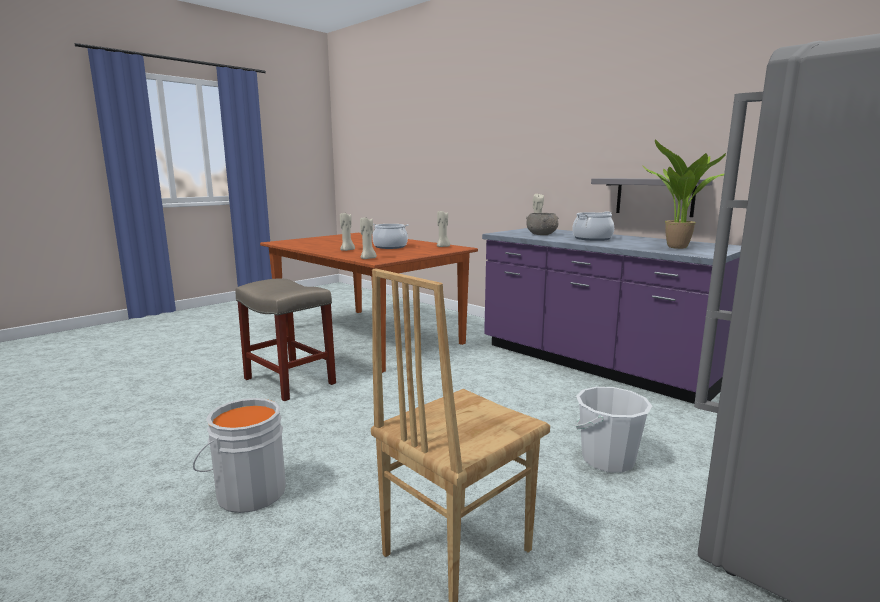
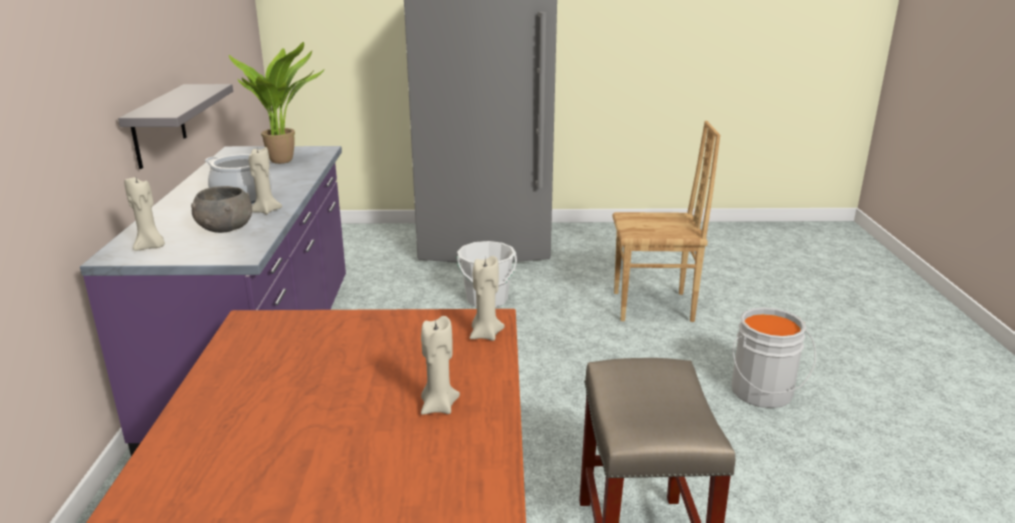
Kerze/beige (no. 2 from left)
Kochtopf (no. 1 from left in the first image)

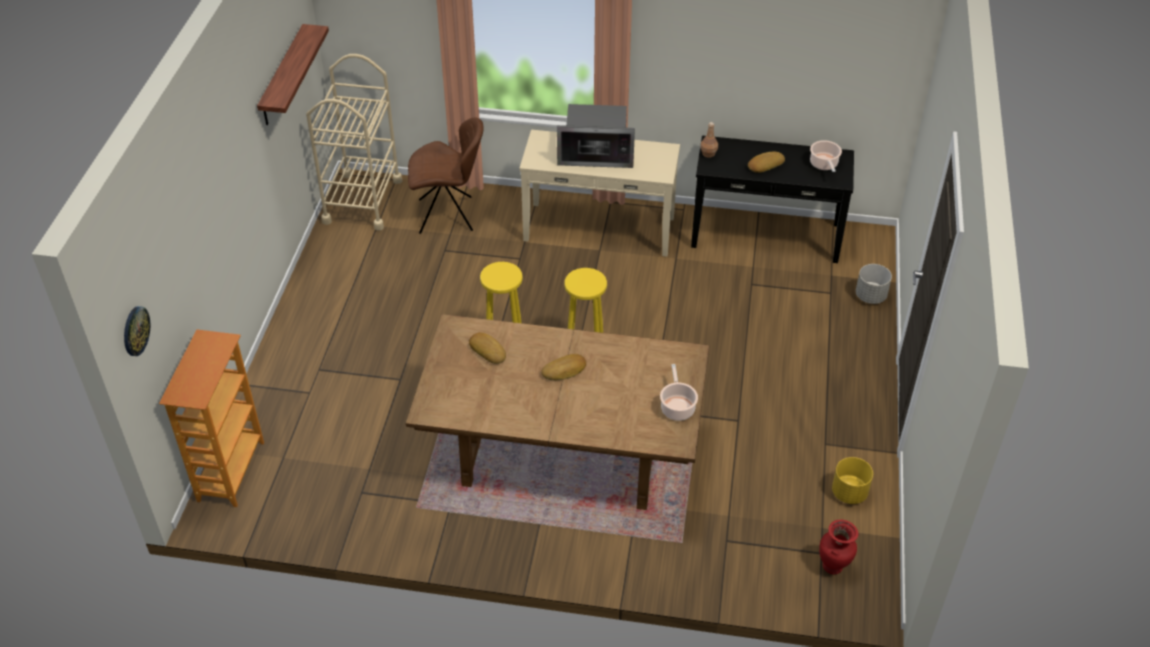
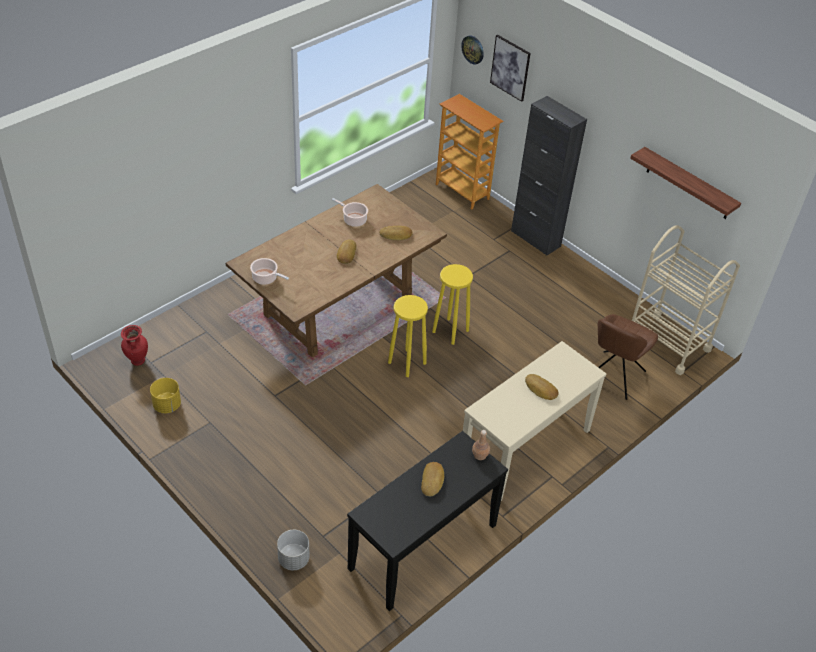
Kochtopf (no. 2 from left)
Bild
Schrank/schwarz
Brot (no. 4 from left)

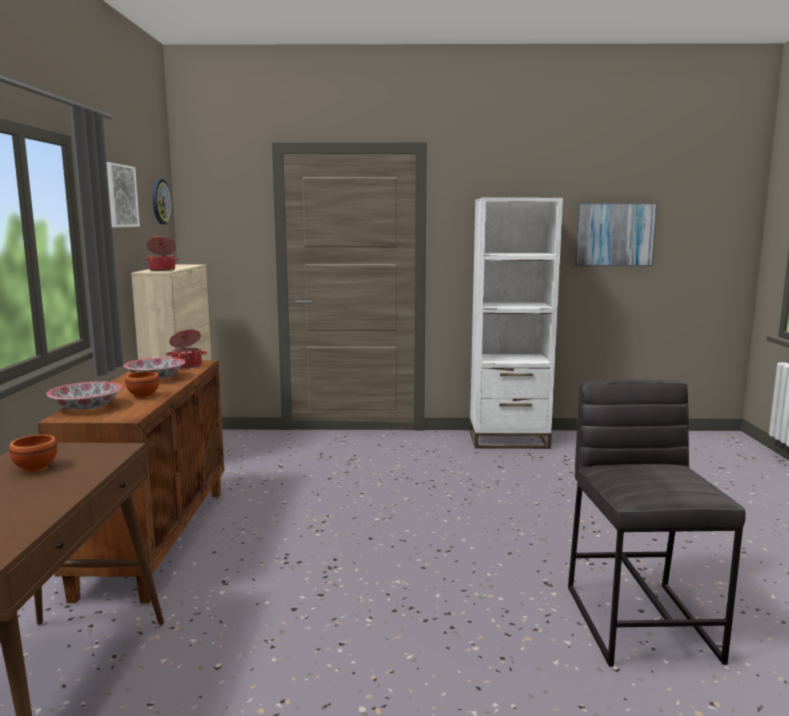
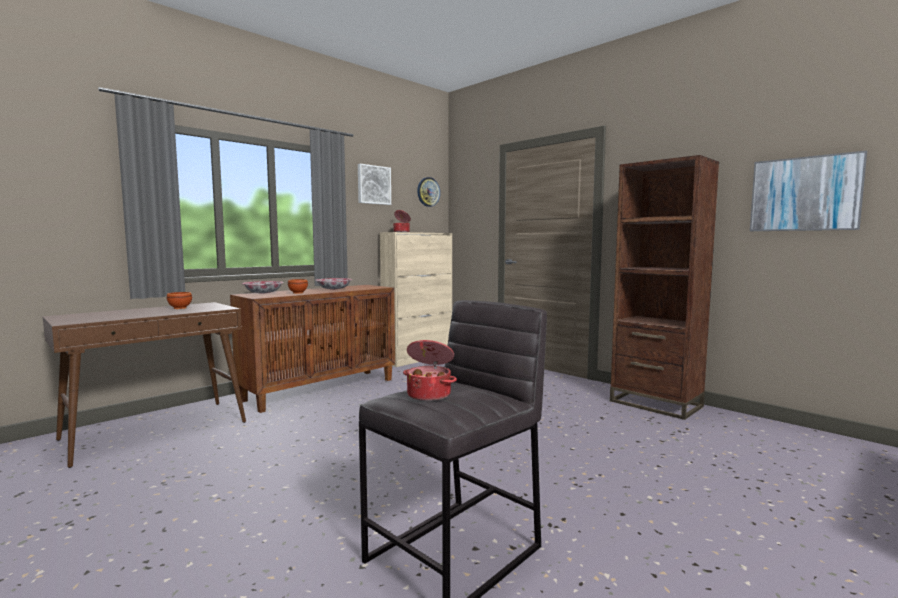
Kochtopf (no. 2 from left)
Bücherregal/braun

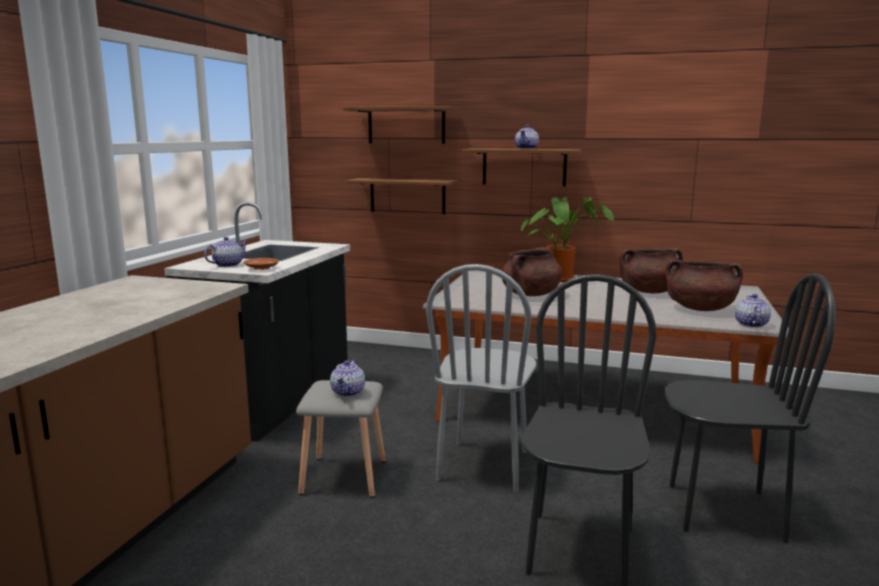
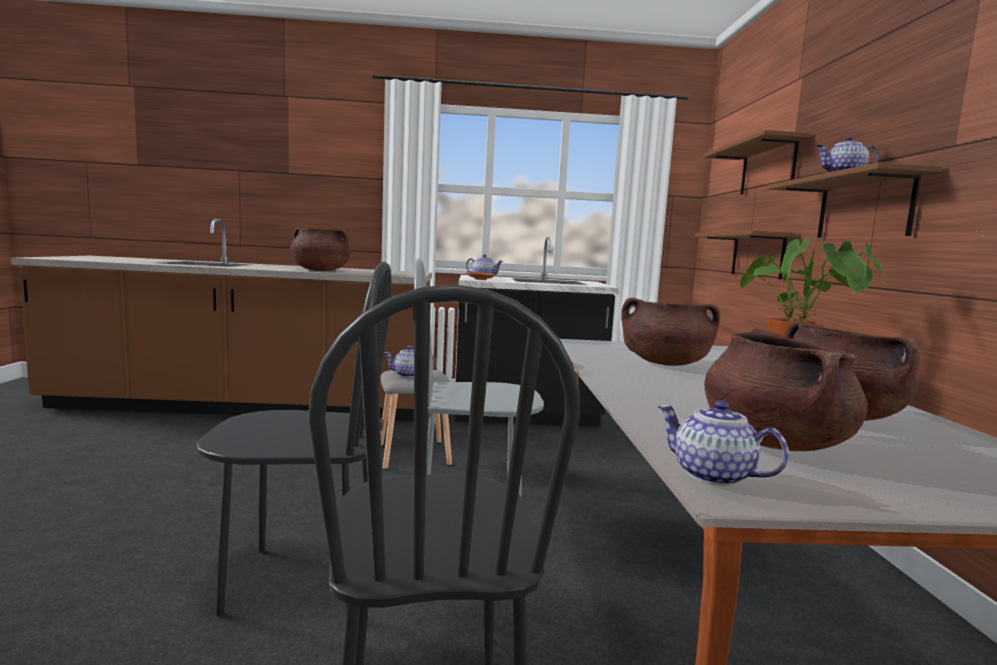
Kochtopf/braun (no. 1 from left)
Teekanne (no. 3 from left)

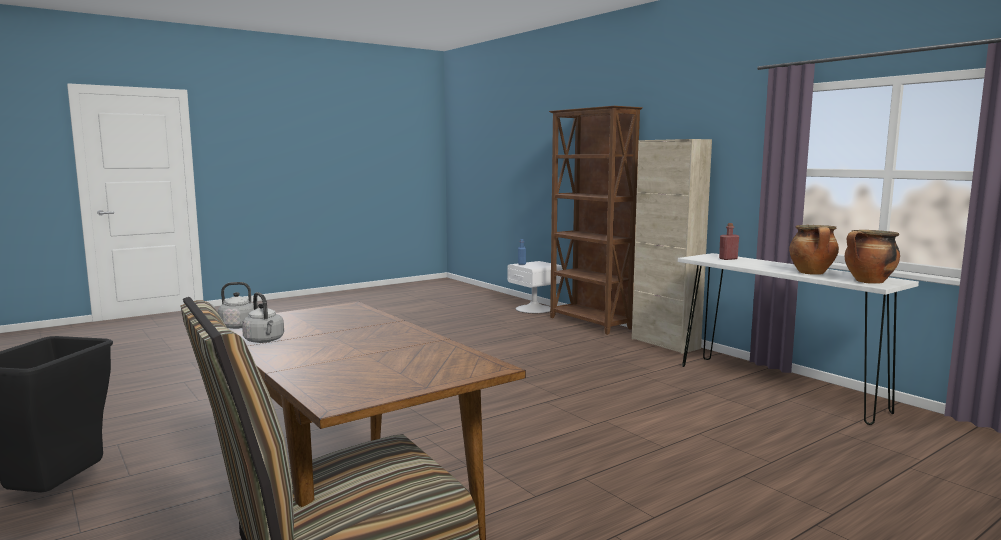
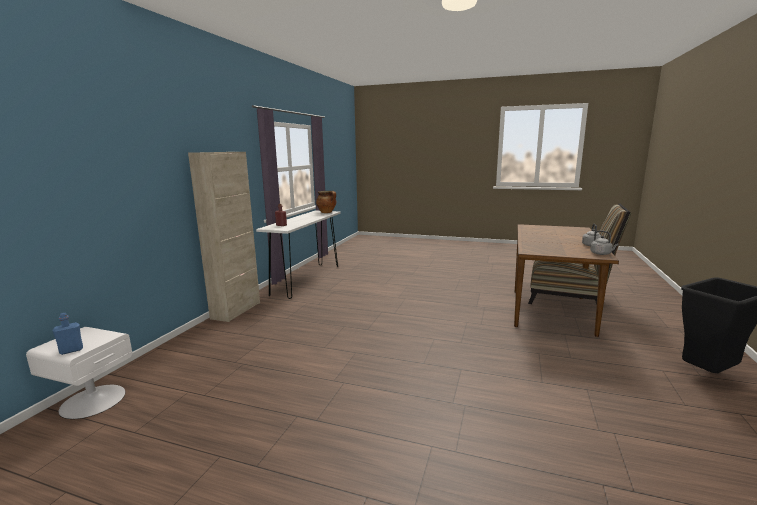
Bücherregal/braun
Kochtopf (no. 1 from left in the first image)

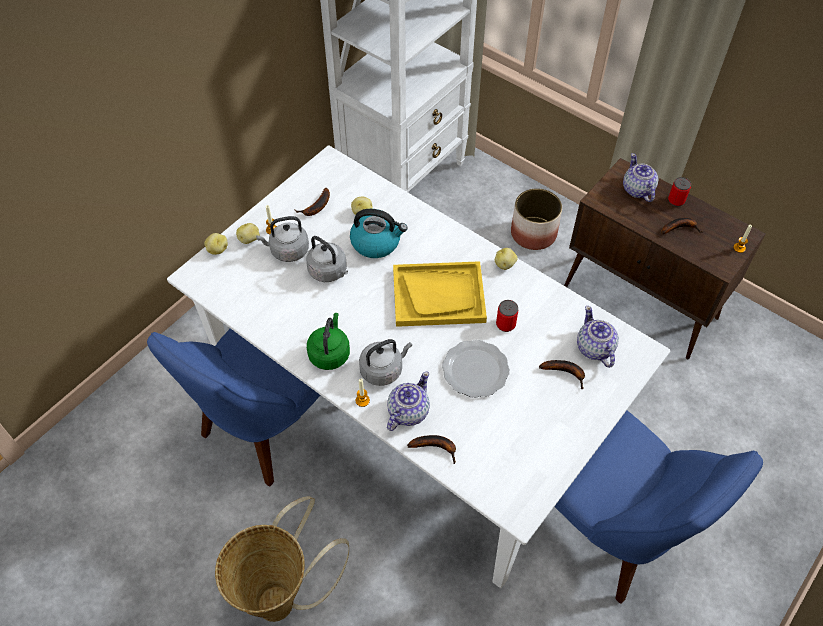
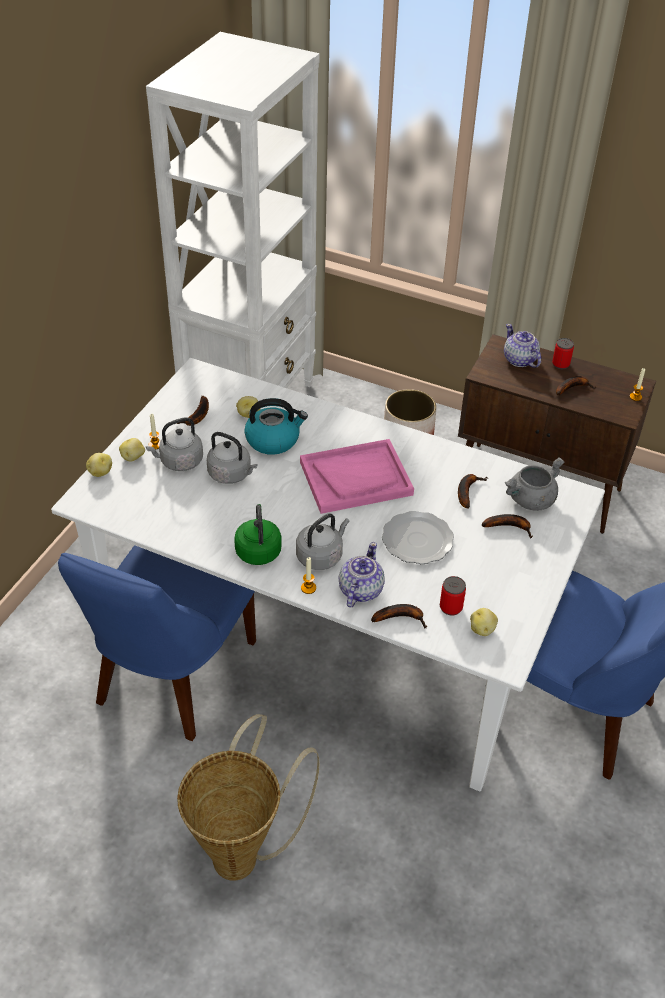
Tablett/rosa
Dose (no. 1 from left)
Banane (no. 3 from left)
Kartoffel (no. 4 from left)
Kochtopf/grau

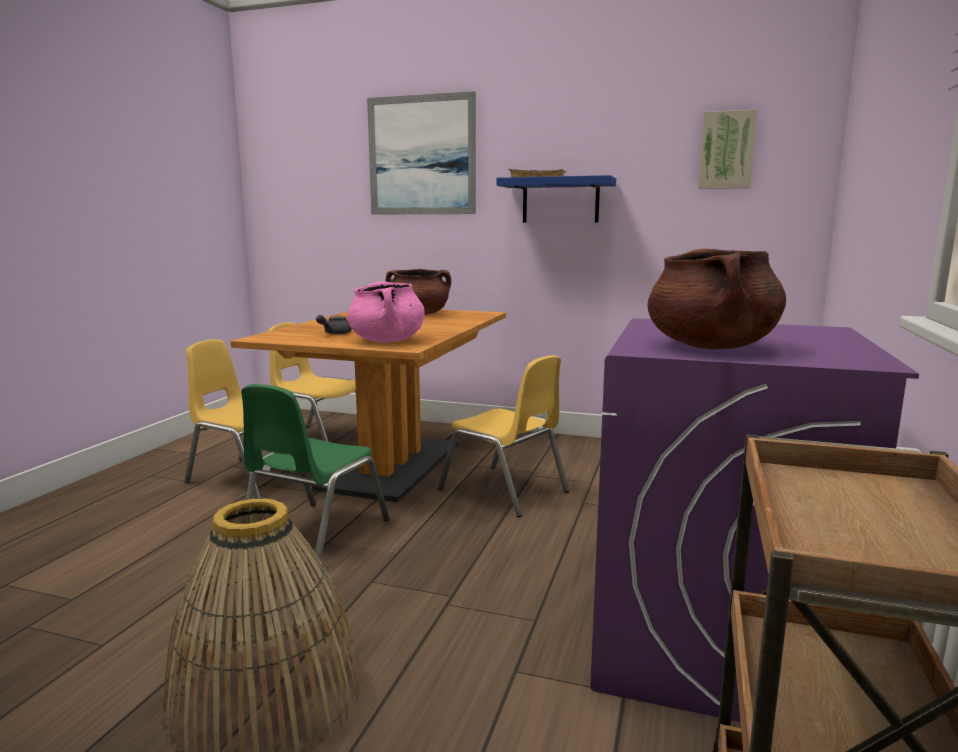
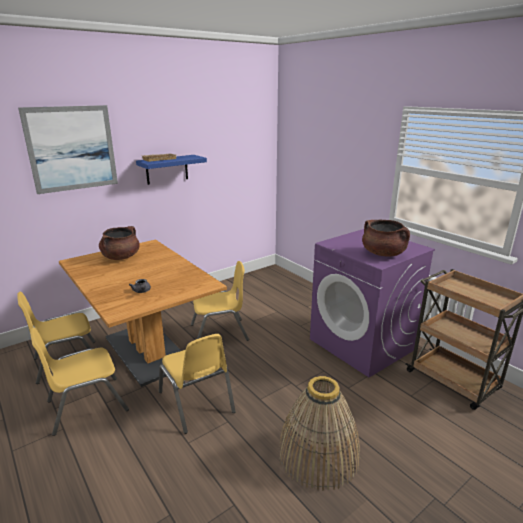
Stuhl/gelb (no. 3 from left)
Kochtopf/rosa
Bild (no. 2 from left in the first image)

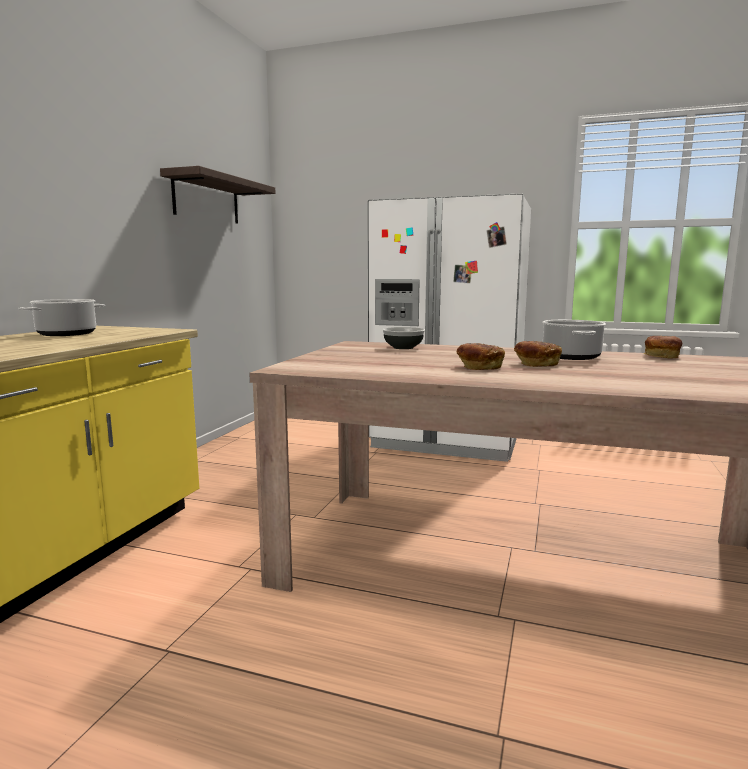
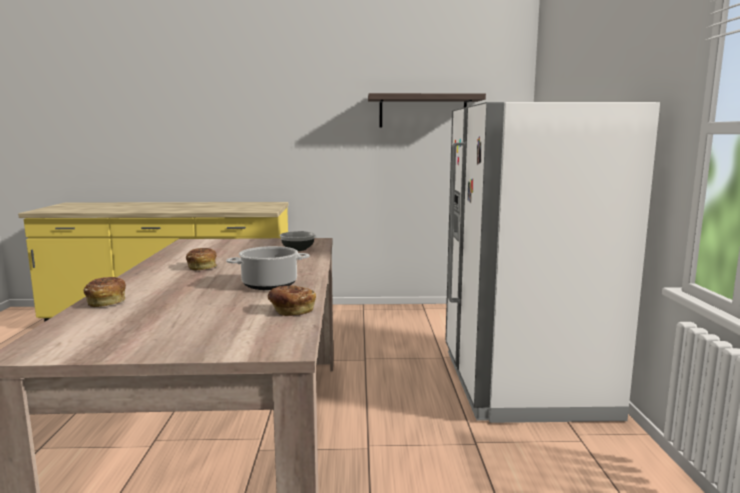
Brot (no. 1 from left)
Kochtopf (no. 1 from left in the first image)

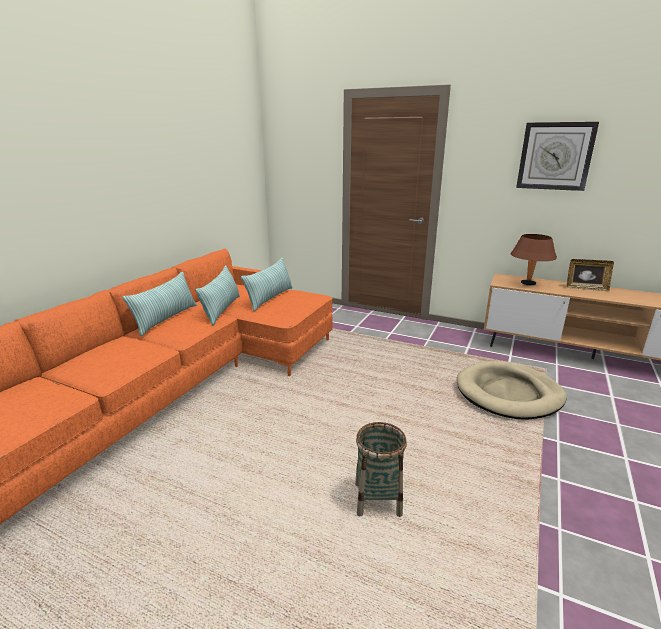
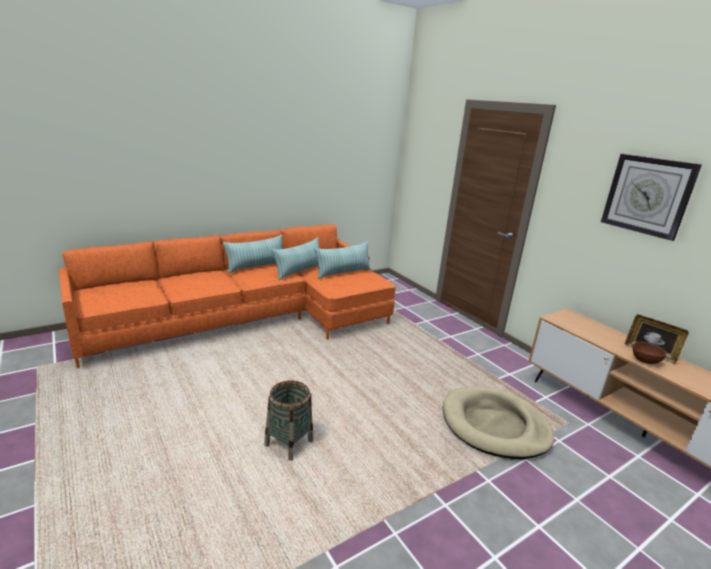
Schüssel/braun
Tischlampe/braun

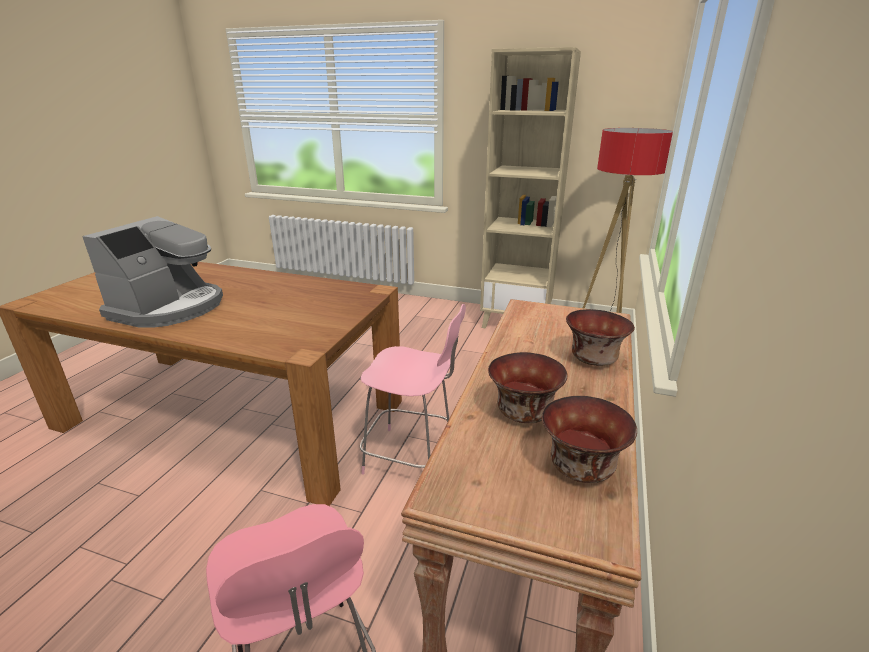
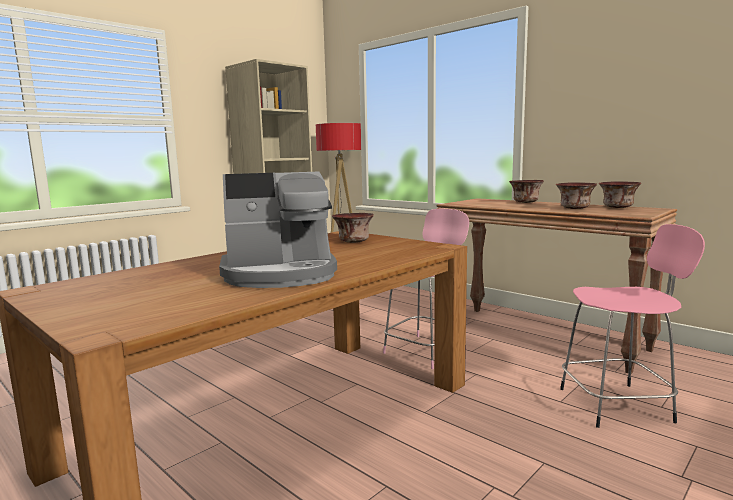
Kaffeemaschine
Schüssel (no. 1 from left)

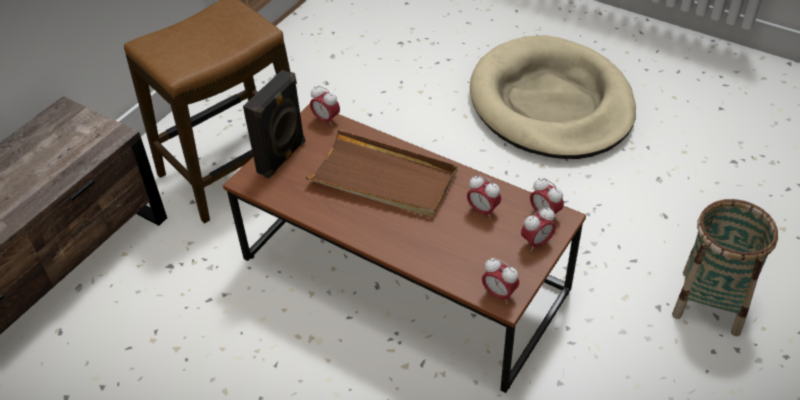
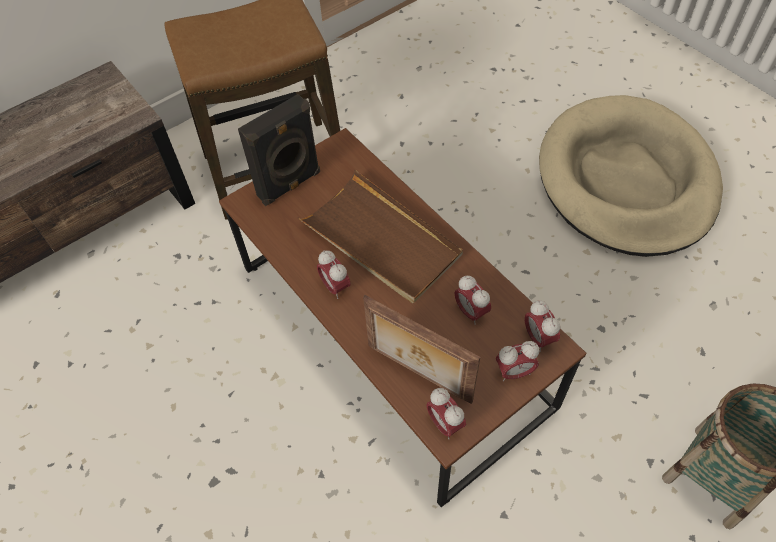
Wecker (no. 1 from left)
Bilderrahmen

